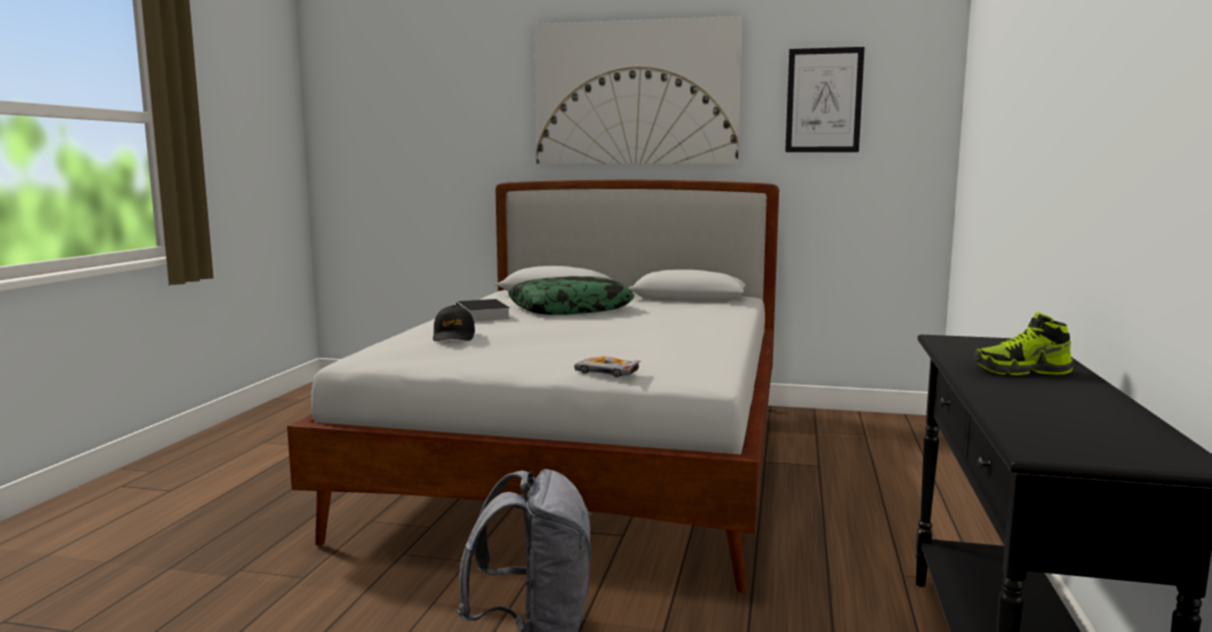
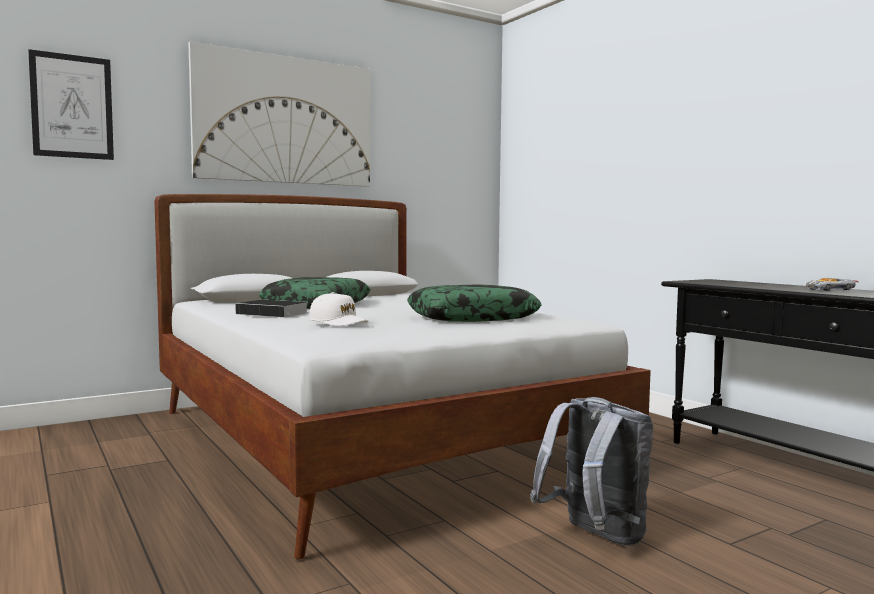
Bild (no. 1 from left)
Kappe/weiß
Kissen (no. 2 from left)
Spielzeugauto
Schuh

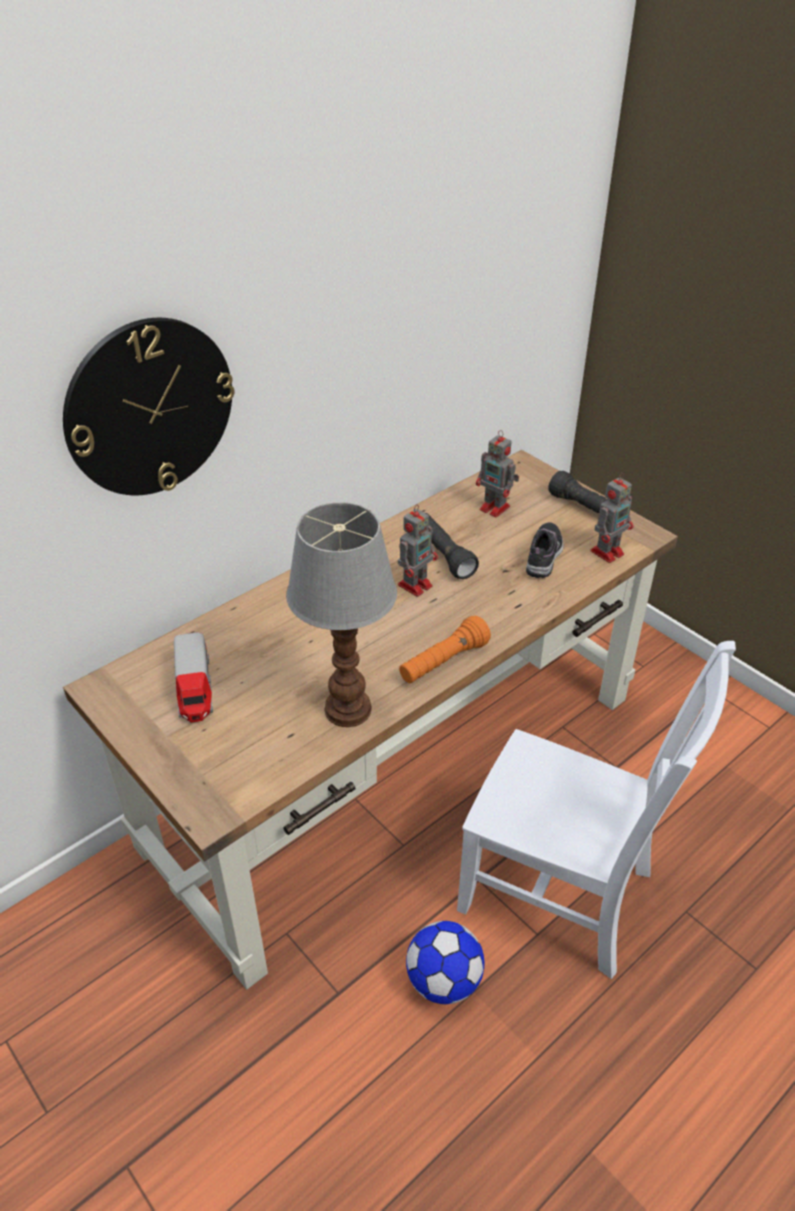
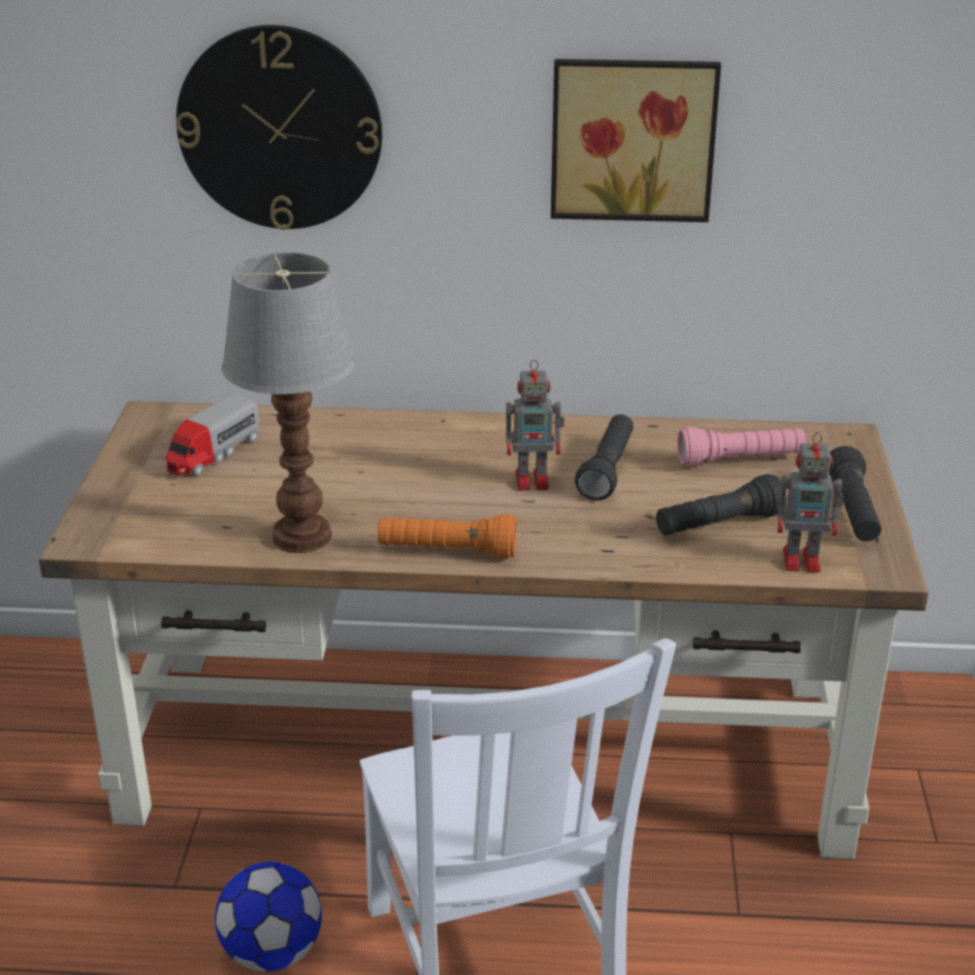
Bild
Taschenlampe/schwarz (no. 2 from left)
Taschenlampe/rosa

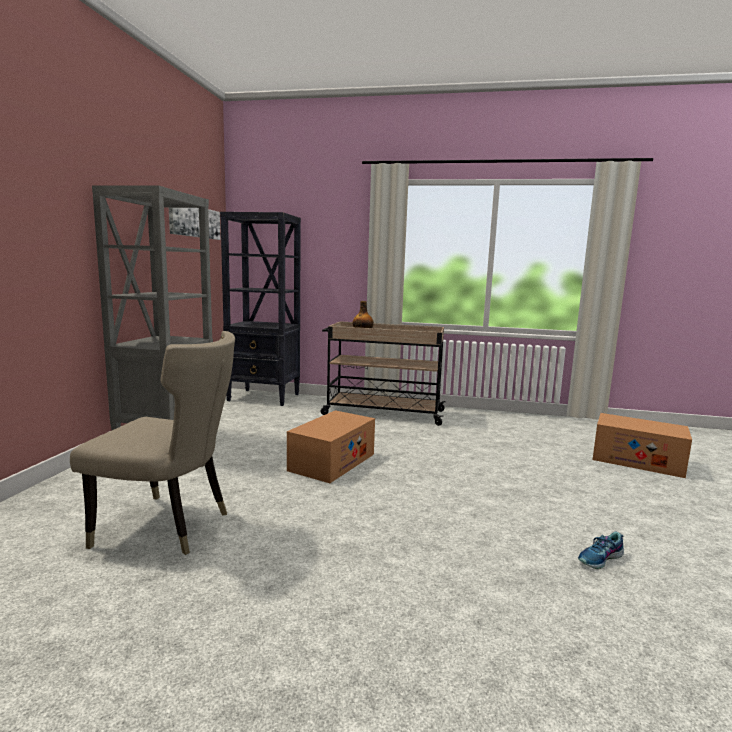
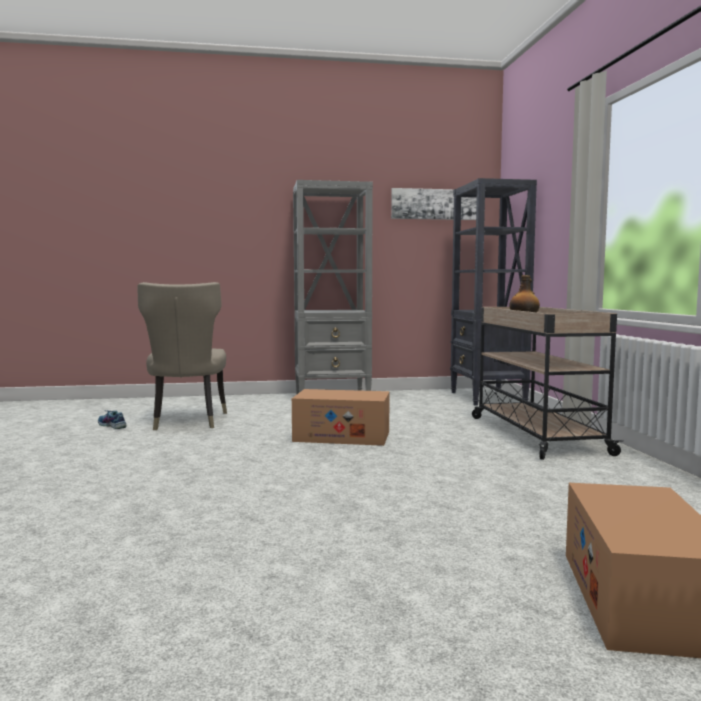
Schuh

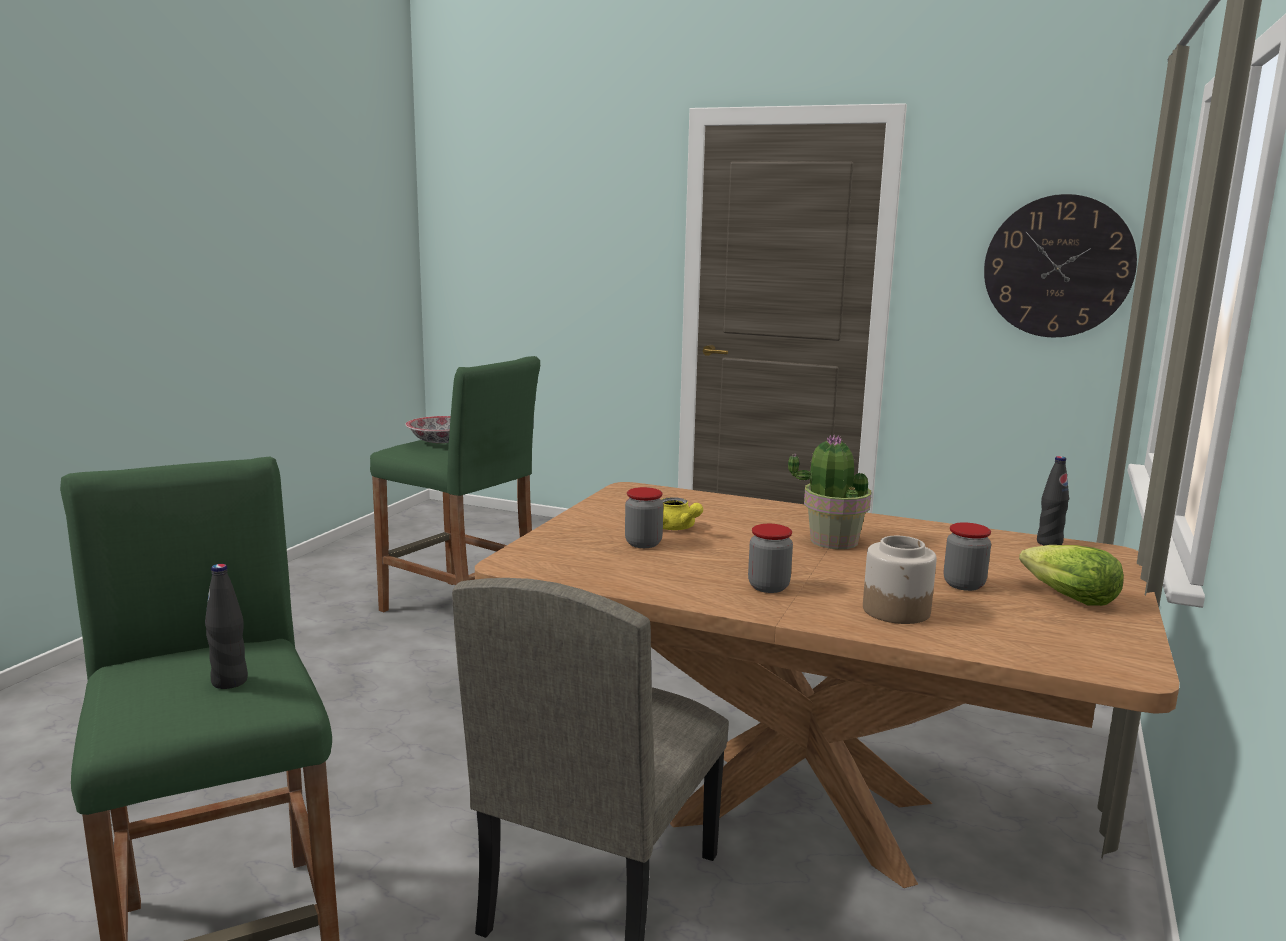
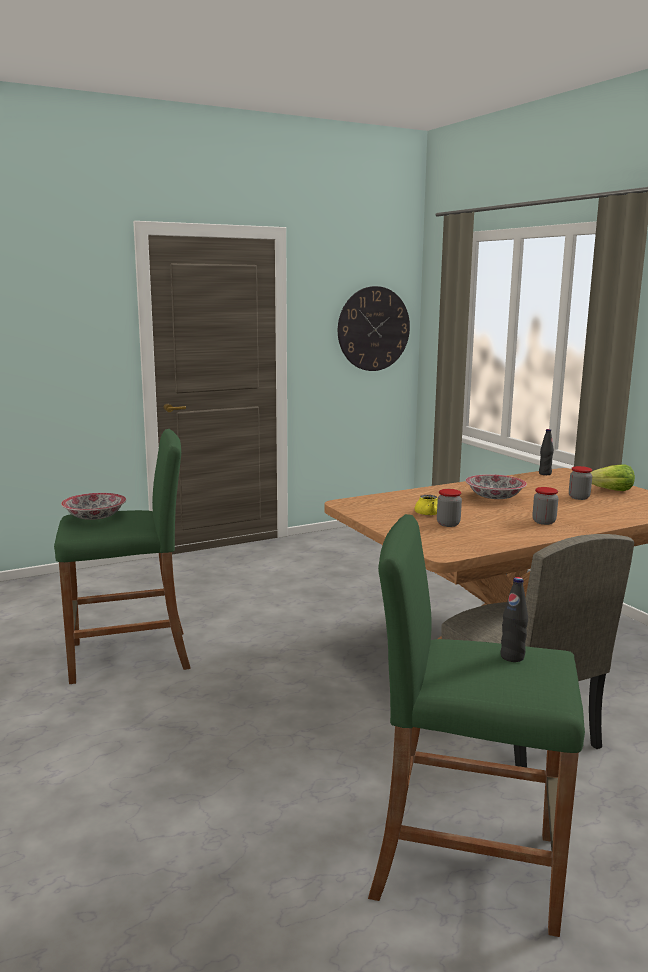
Schüssel (no. 2 from left)
Vorratsglas (no. 3 from left in the first image)

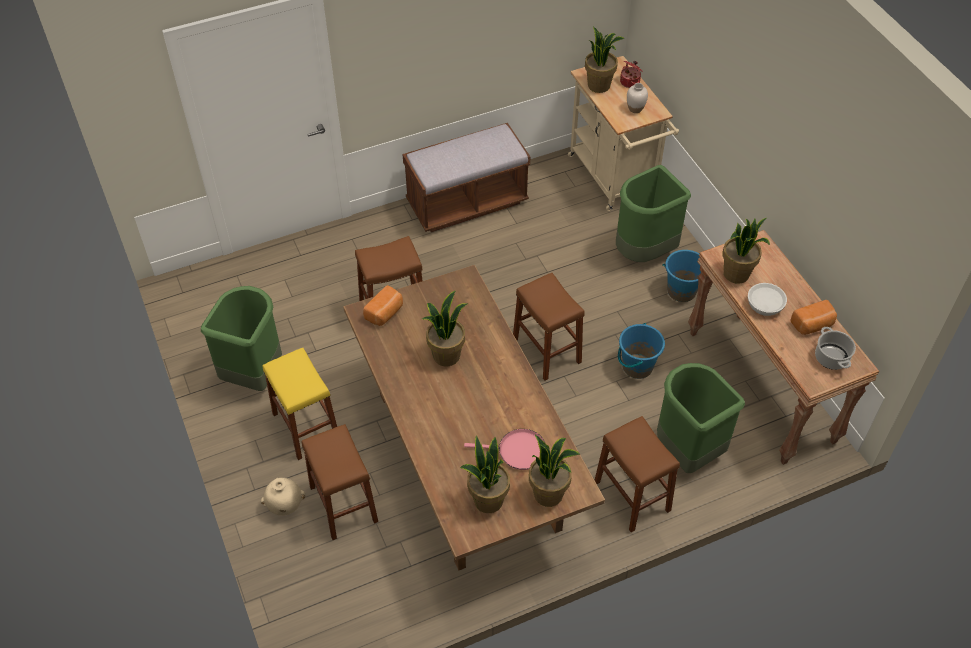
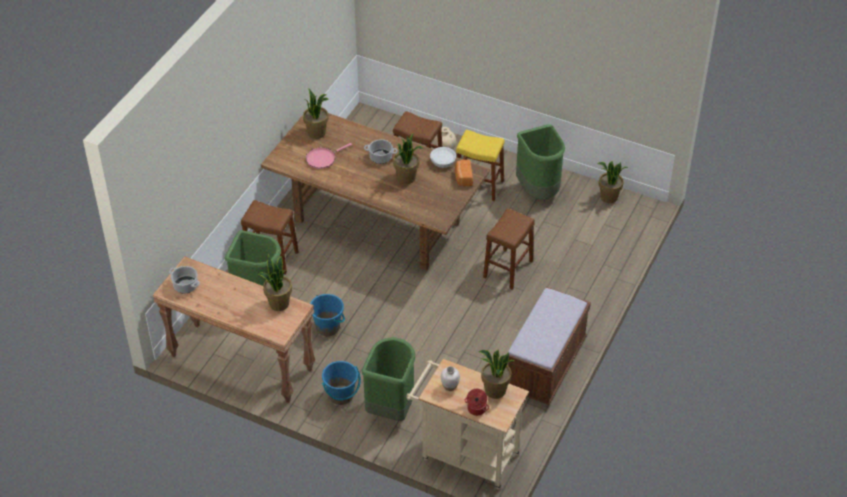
Kochtopf (no. 2 from left)
Schüssel/weiß
Topfpflanze (no. 5 from left)
Hocker/braun (no. 3 from left in the first image)
Brot (no. 2 from left in the first image)

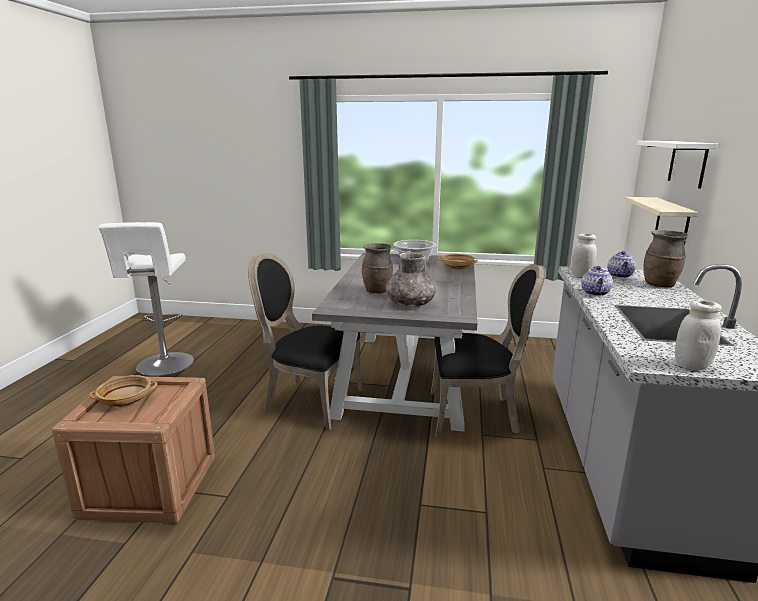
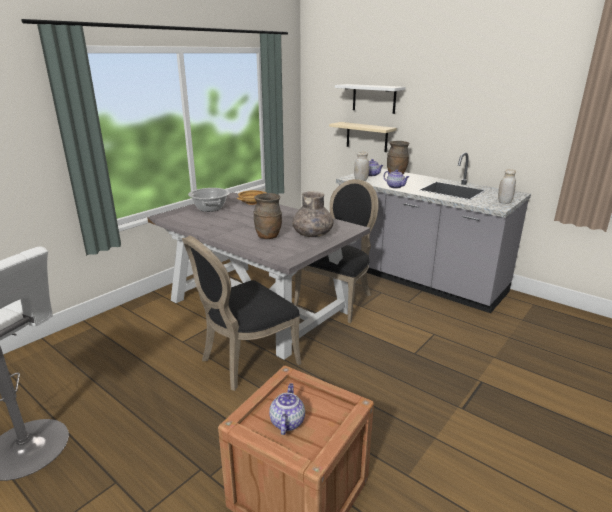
Teekanne (no. 1 from left)

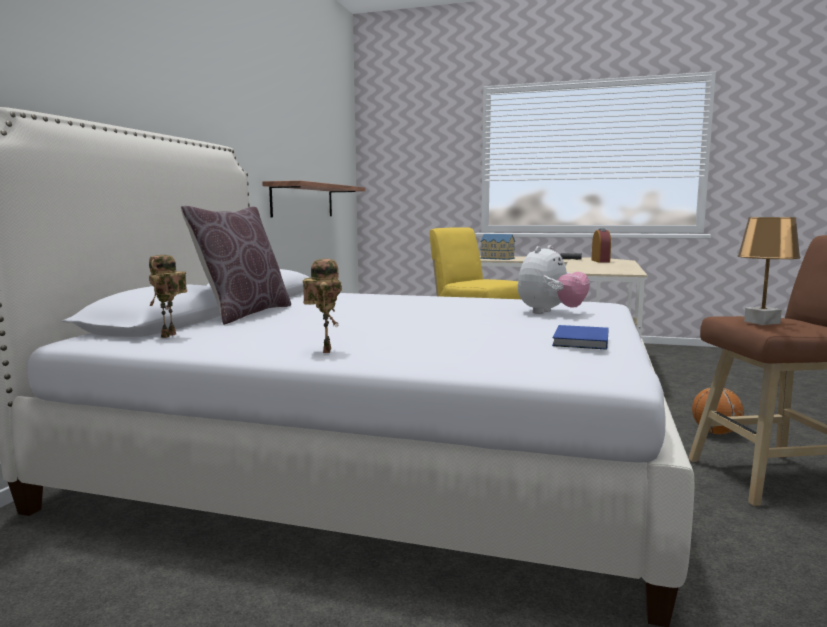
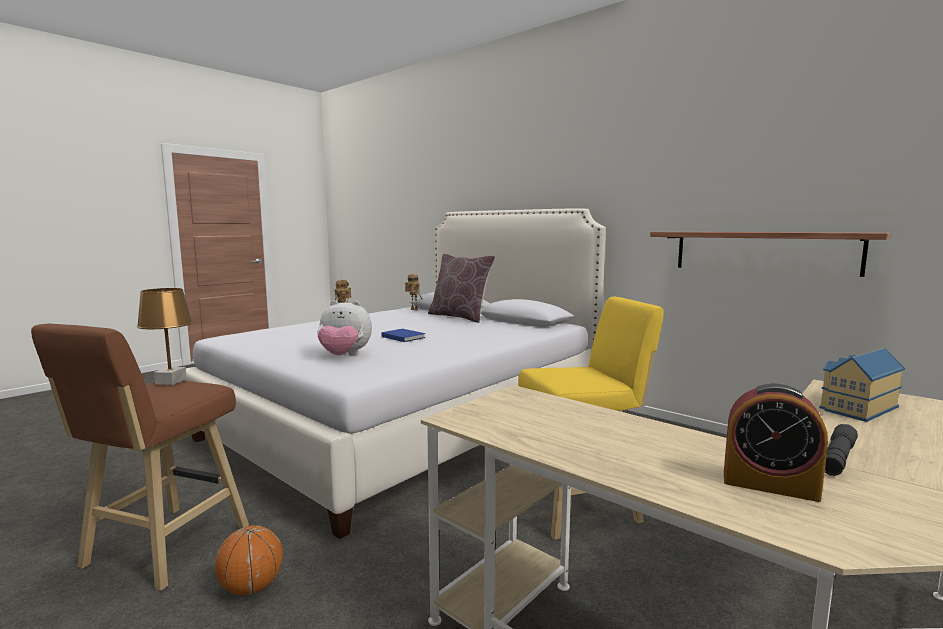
Plüschtier
Buch/blau

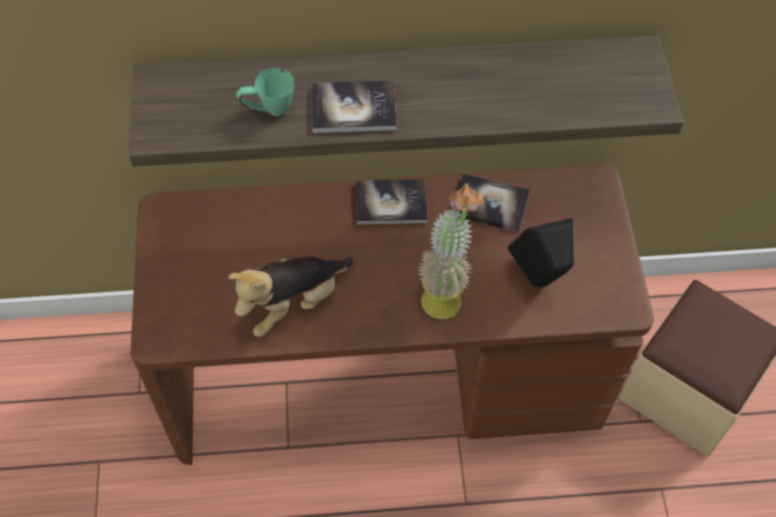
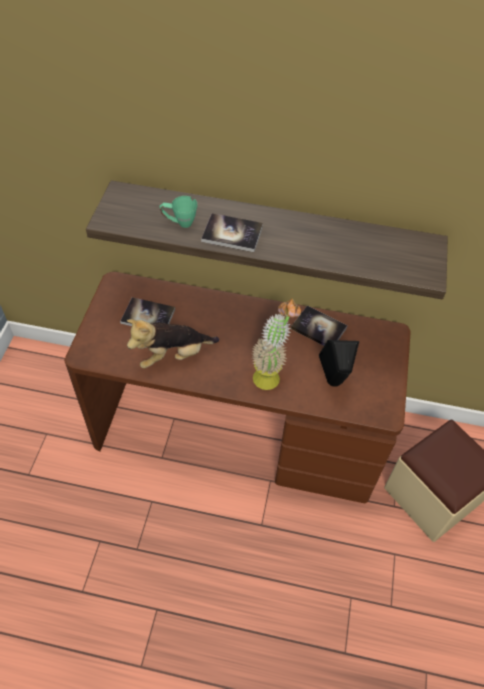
Buch (no. 1 from left)

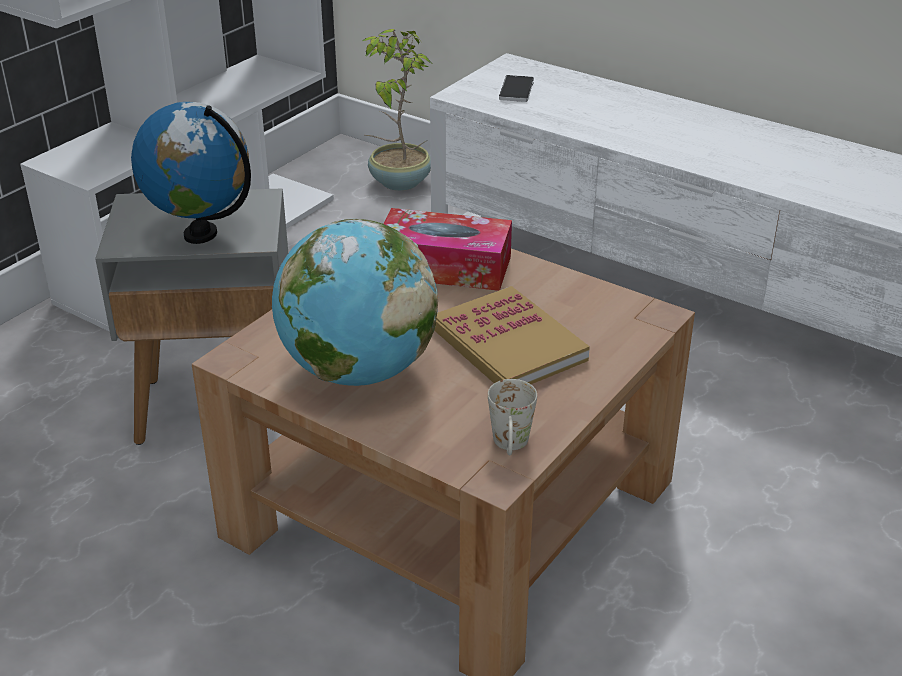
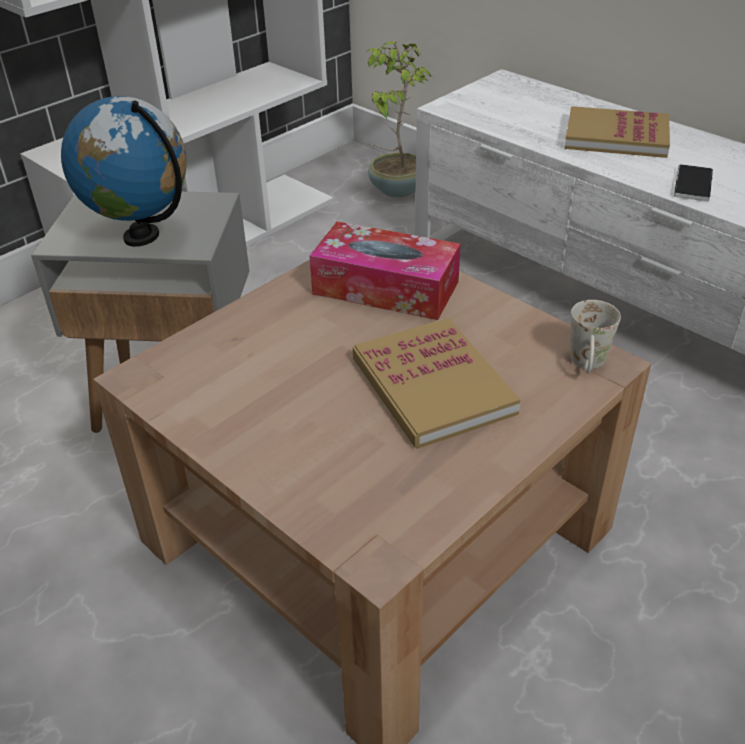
Buch (no. 2 from left)
Henkelbecher/weiß
Handy
Globus (no. 2 from left in the first image)

